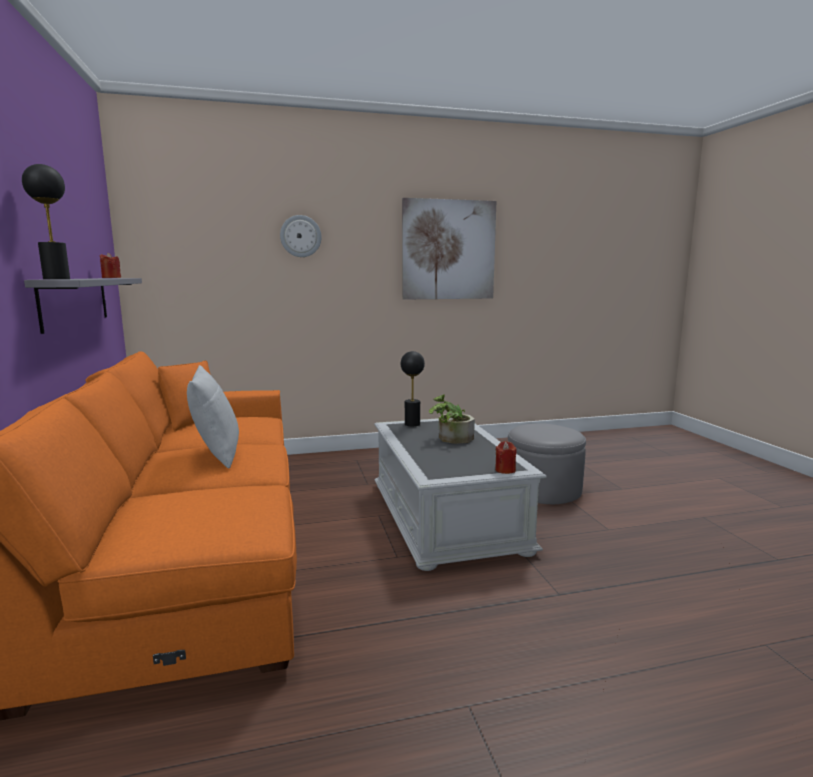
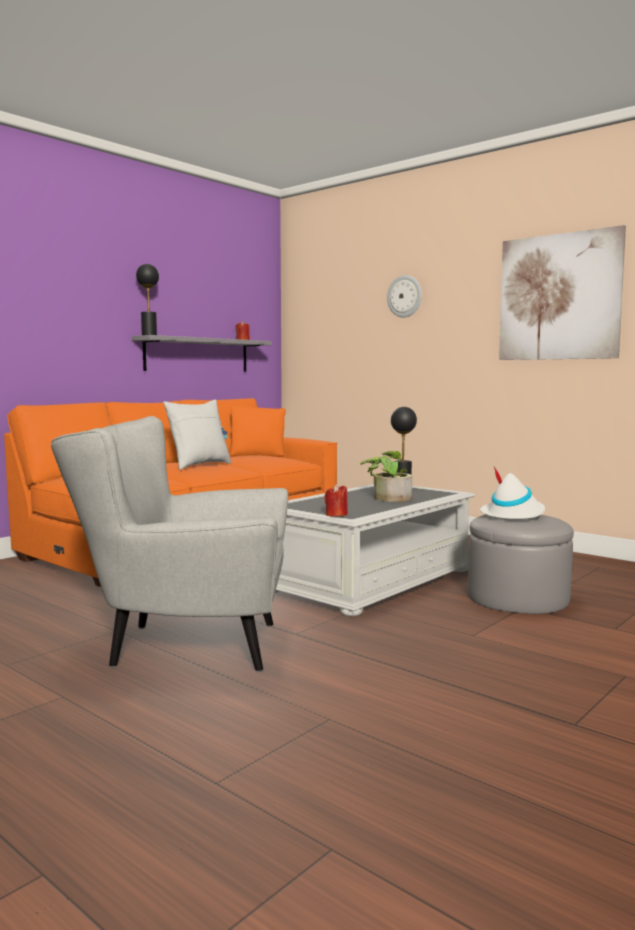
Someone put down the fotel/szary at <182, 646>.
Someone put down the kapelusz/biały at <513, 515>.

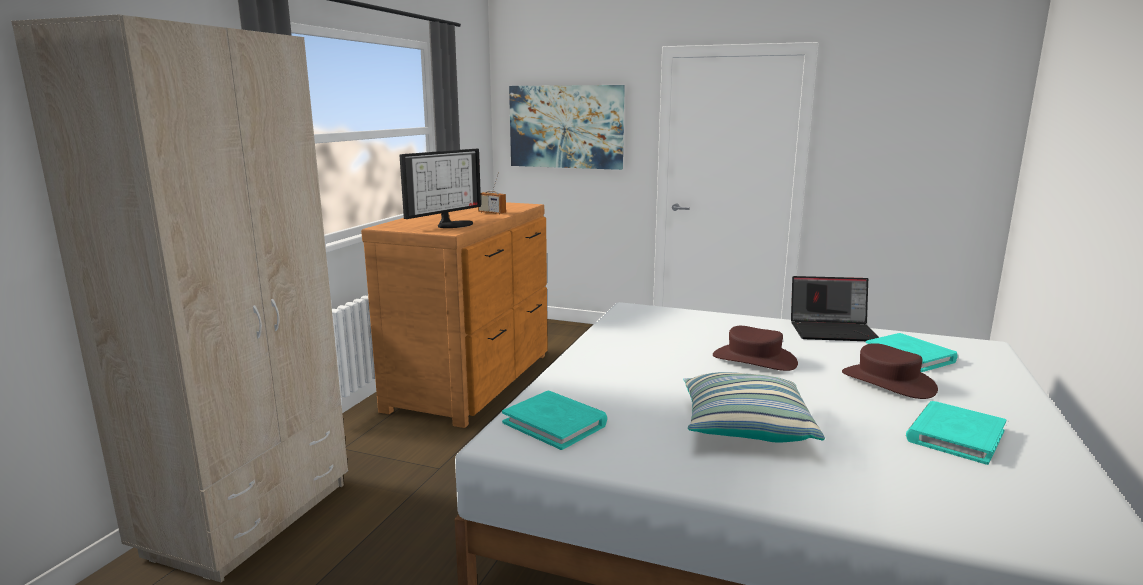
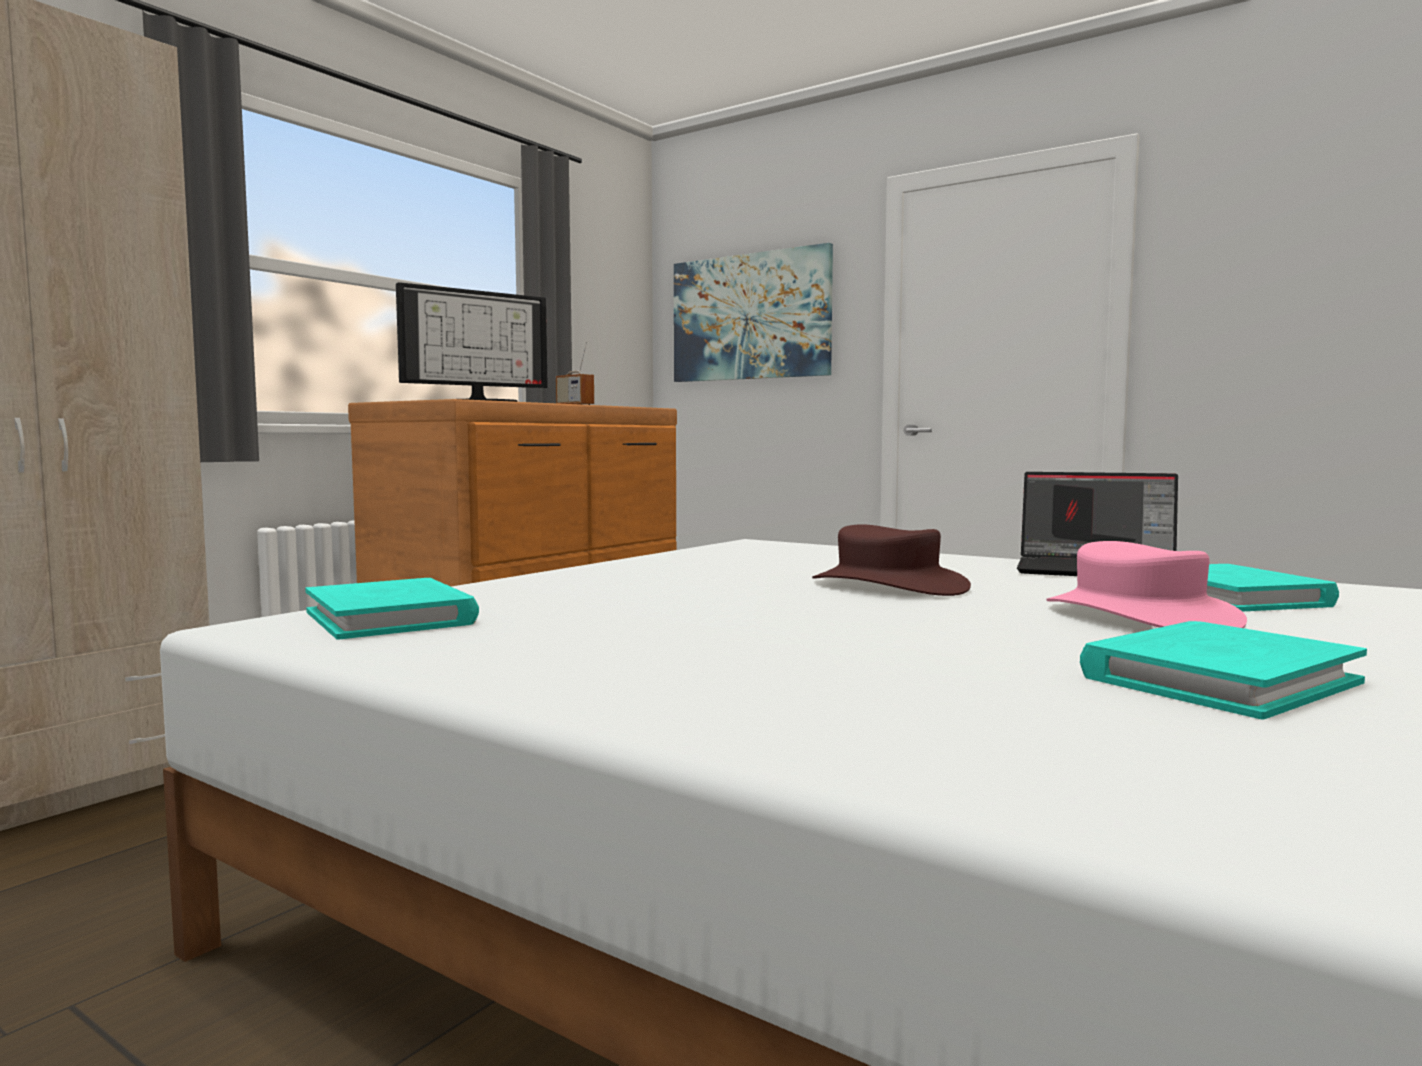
Someone took away the poduszka at <744, 427>.
Someone repainted the kapelusz/brązowy at <887, 382>, which became the kapelusz/różowy at <1138, 616>.

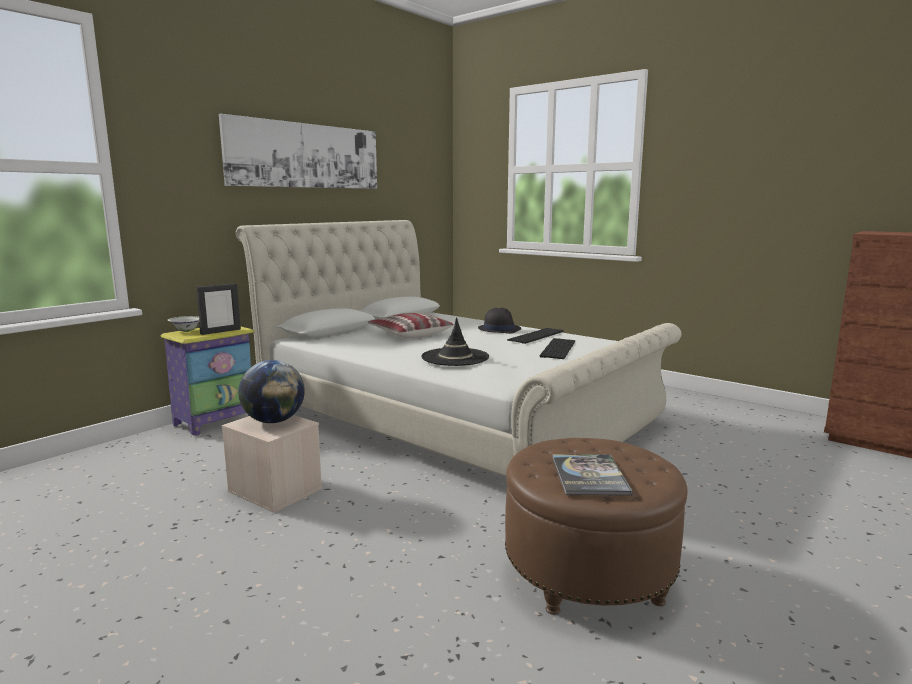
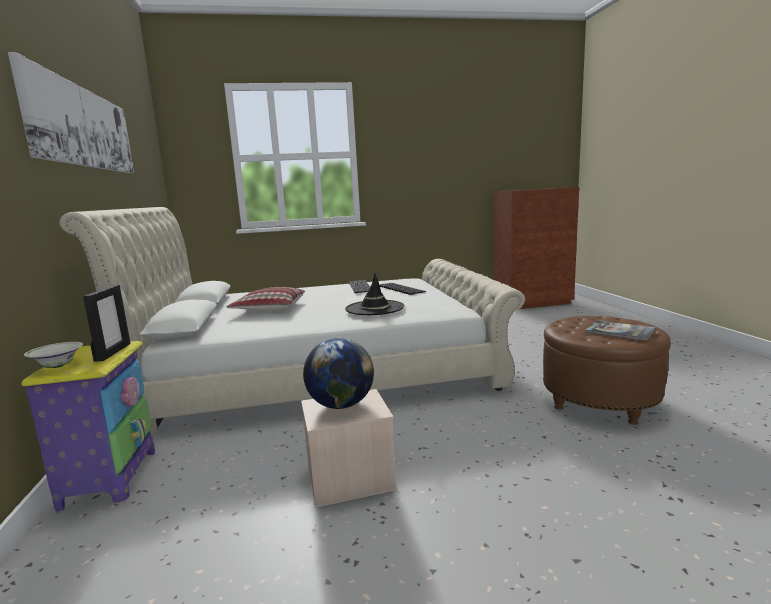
Someone took away the kapelusz/czarny at <499, 329>.

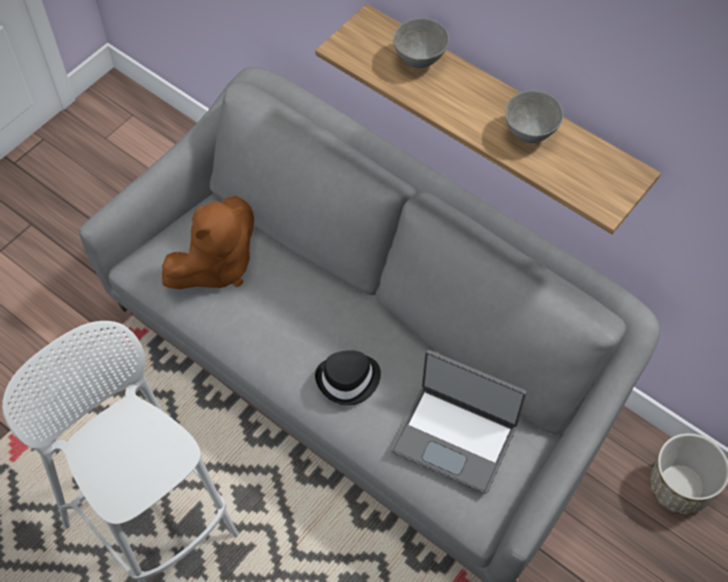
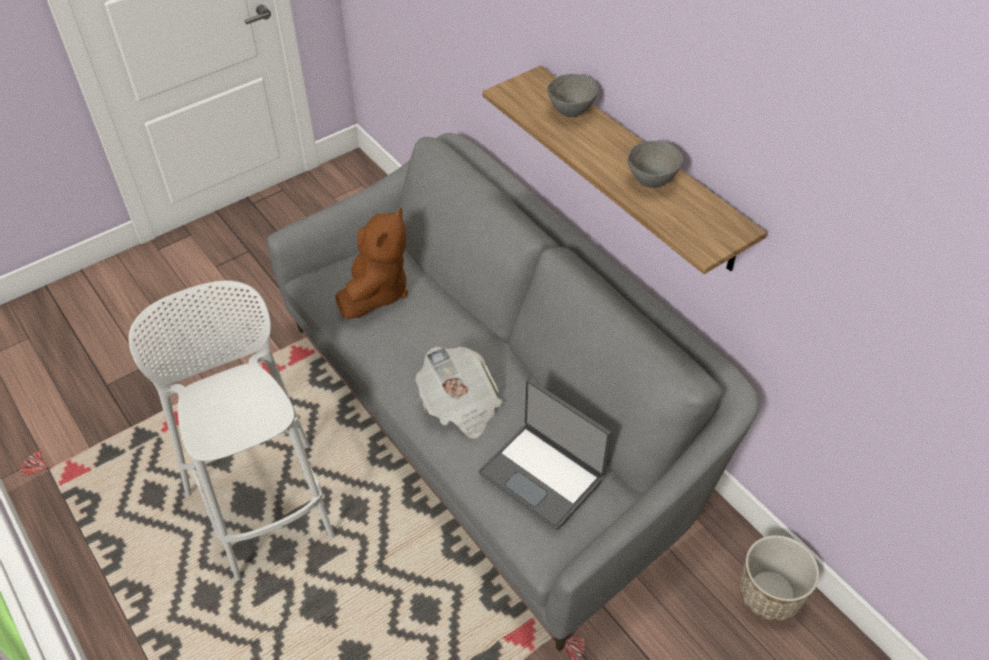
Someone rotated the pluszak/brązowy at <216, 266> by 45 degrees counterclockwise.
Someone swapped the kapelusz/czarny at <348, 380> for the gazeta at <460, 405>.

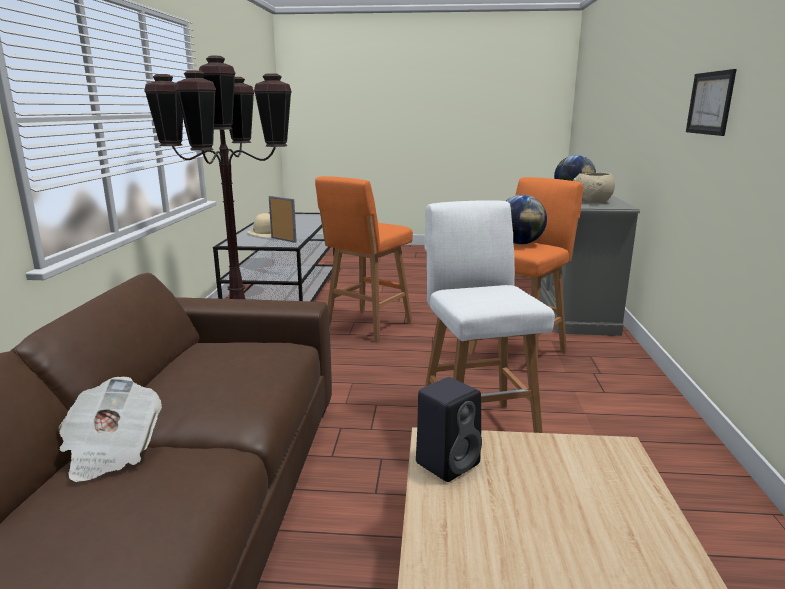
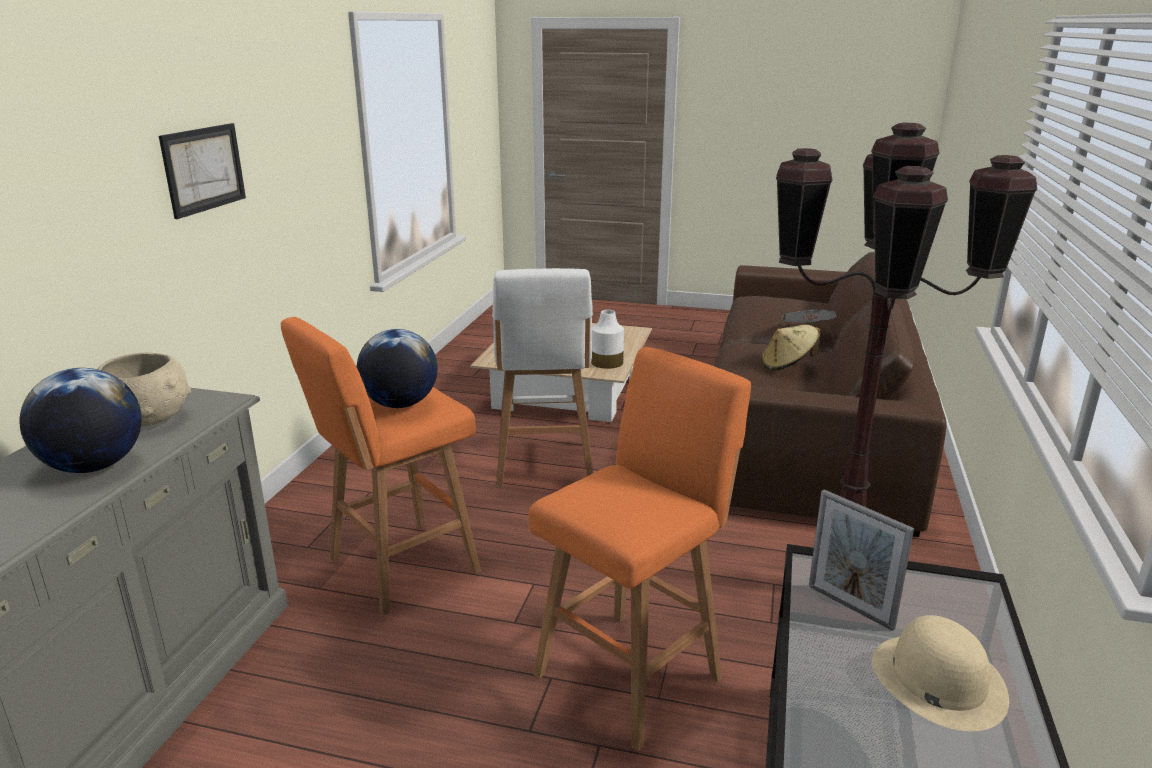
Someone swapped the głośnik/czarny at <448, 462> for the wazon/biały at <607, 362>.
Someone put down the kapelusz/beżowy at <788, 365>.

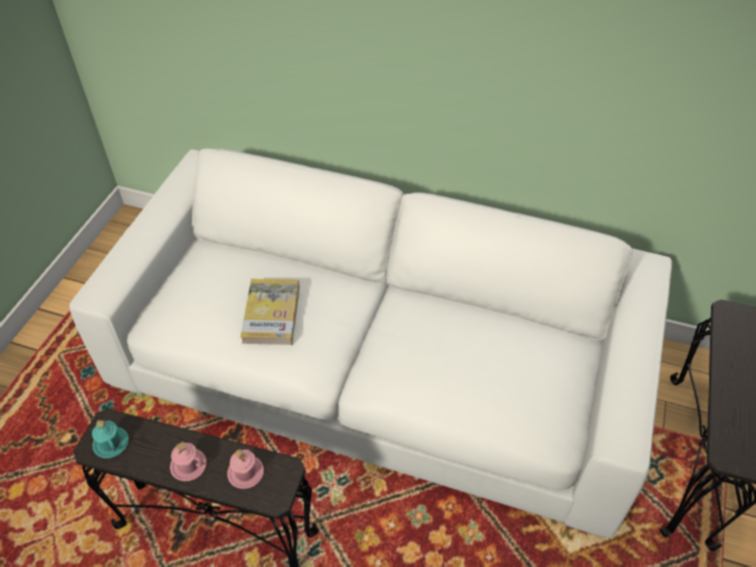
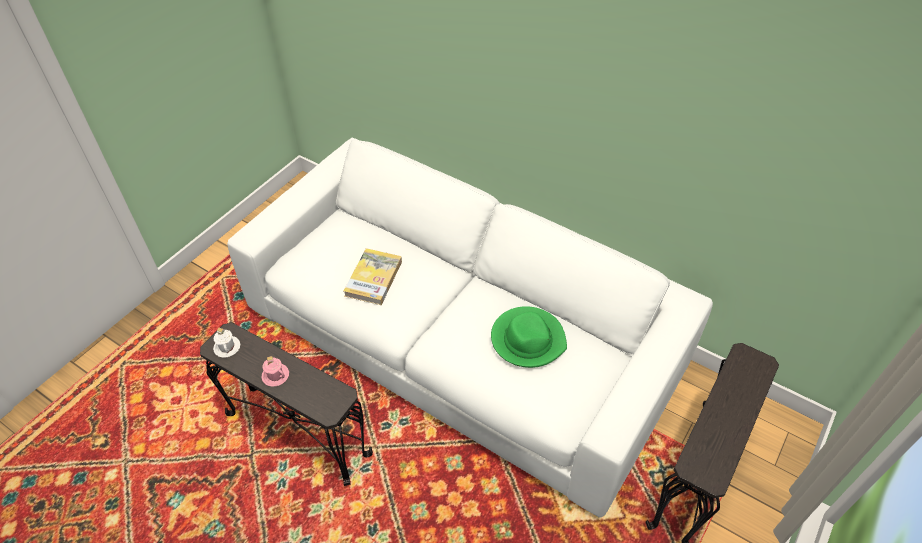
Someone repainted the kubek/turkusowy at <111, 443>, which became the kubek/biały at <227, 347>.
Someone took away the kubek/różowy at <245, 473>.
Someone put down the kapelusz/zielony at <527, 339>.

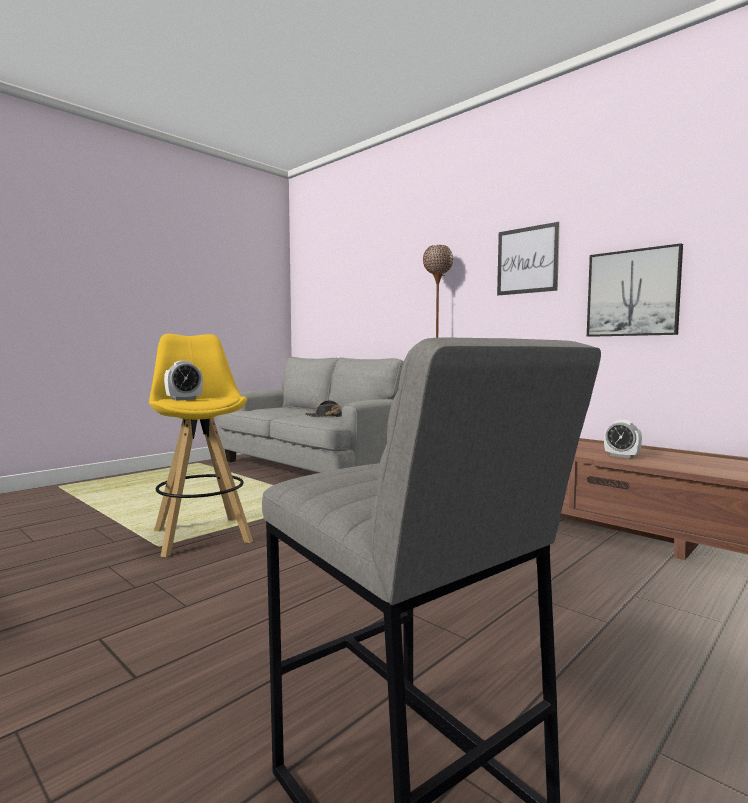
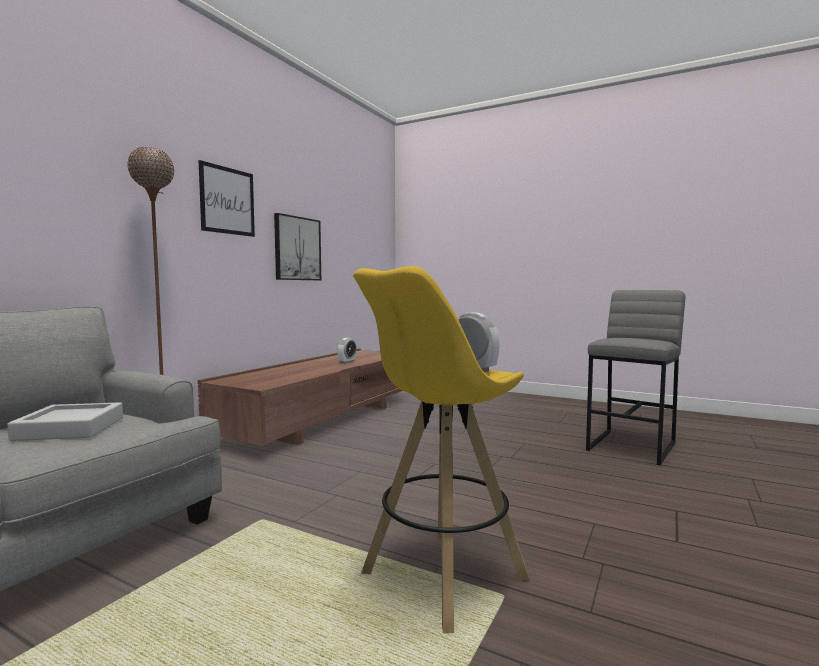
Someone swapped the kapelusz/czarny at <328, 416> for the taca/szary at <70, 428>.

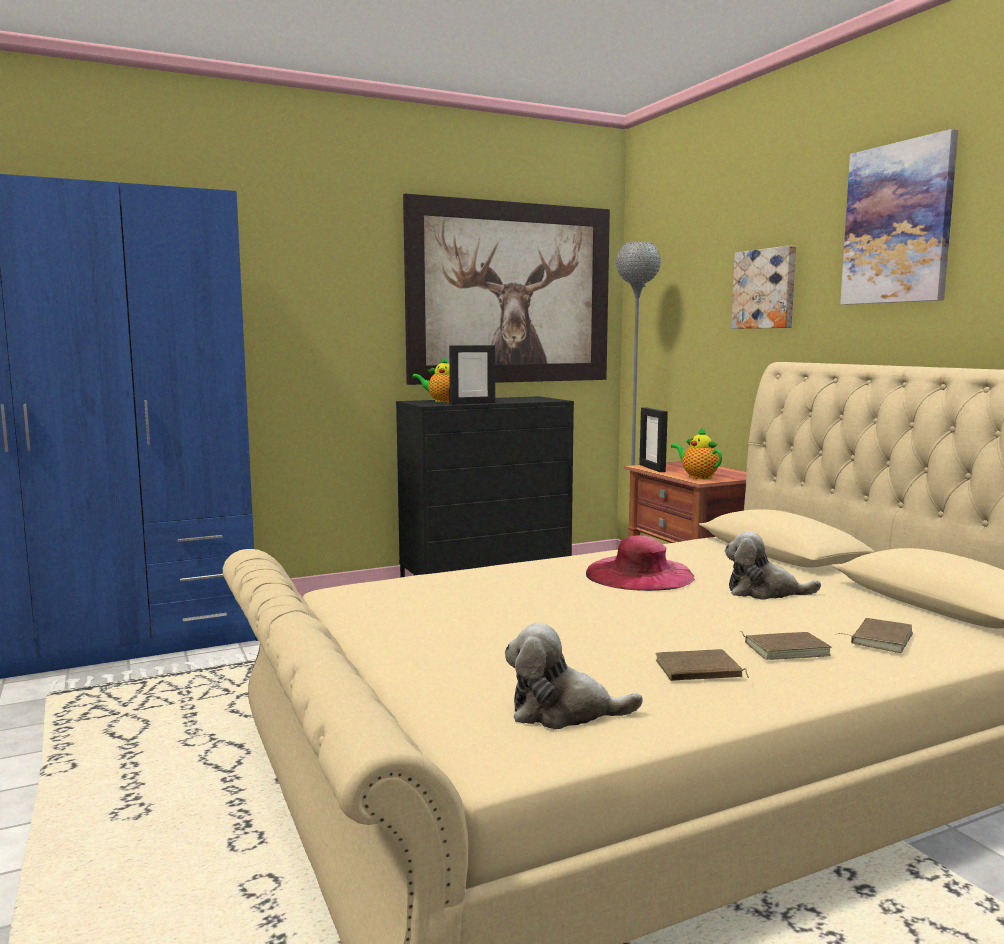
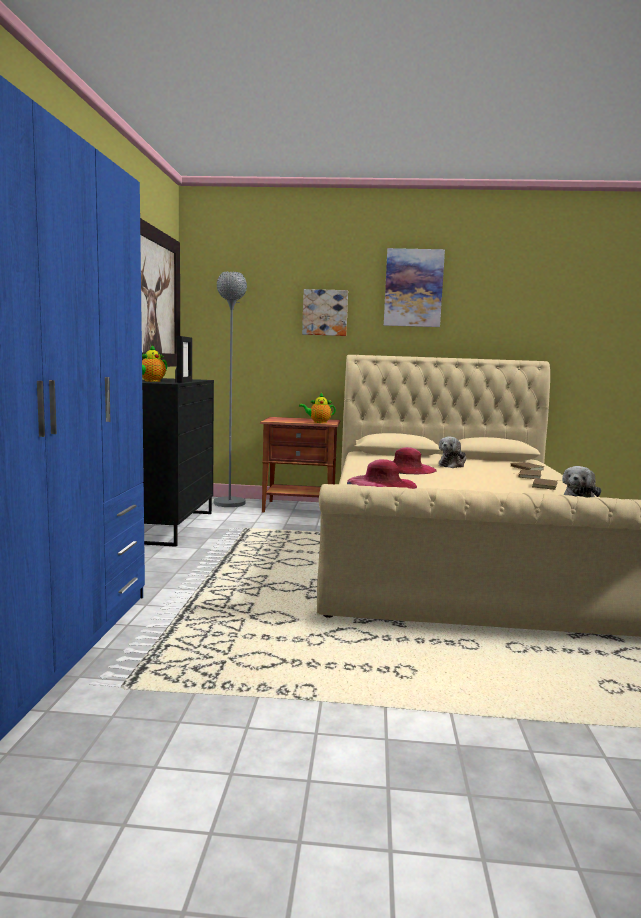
Someone took away the ramka na zdjęcie at <653, 468>.
Someone put down the kapelusz/różowy at <381, 484>.

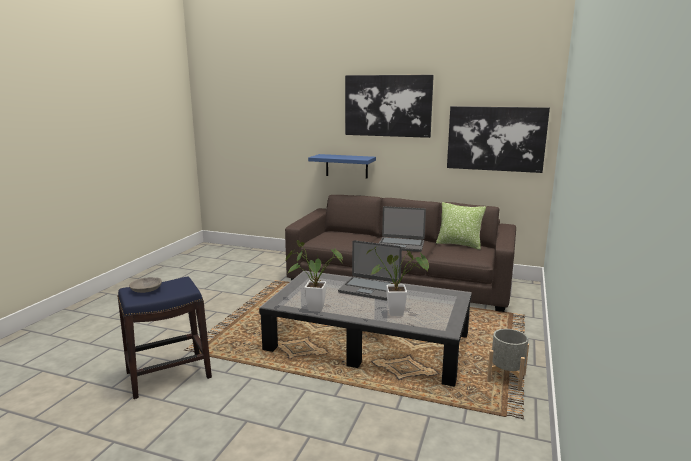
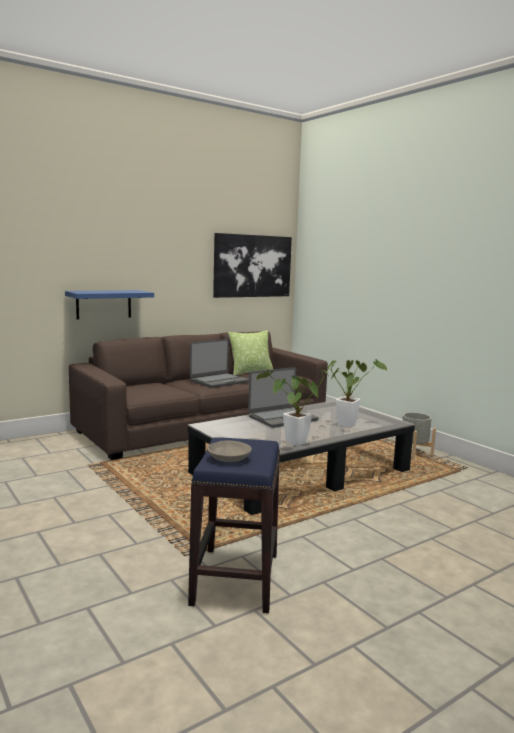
Someone took away the obraz at <388, 106>.

